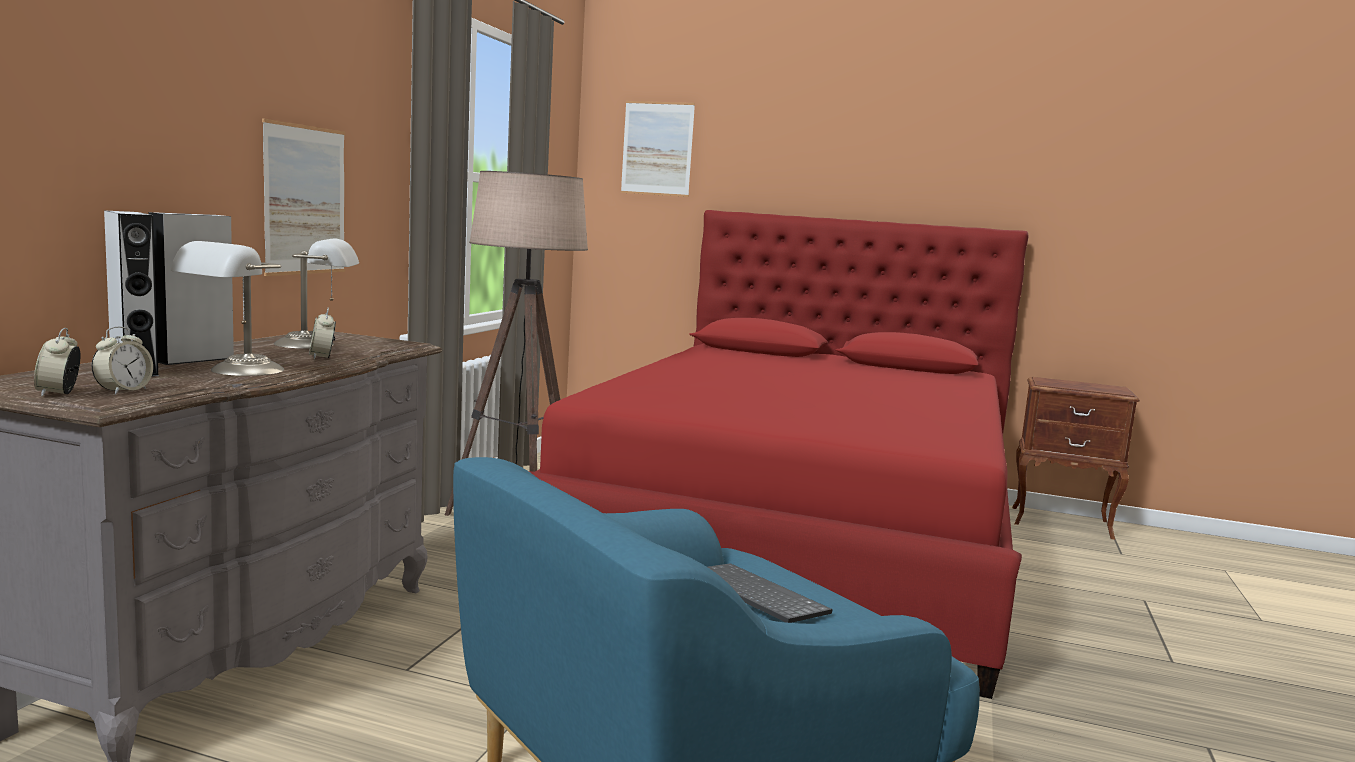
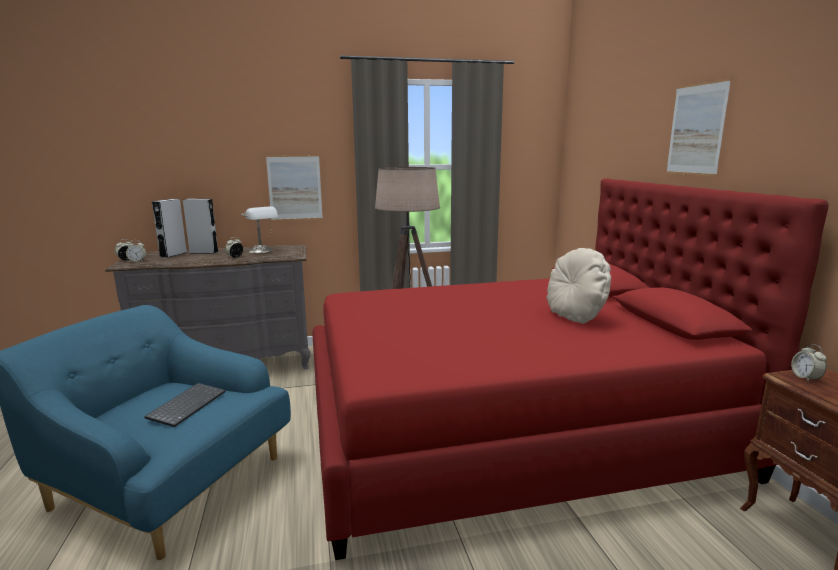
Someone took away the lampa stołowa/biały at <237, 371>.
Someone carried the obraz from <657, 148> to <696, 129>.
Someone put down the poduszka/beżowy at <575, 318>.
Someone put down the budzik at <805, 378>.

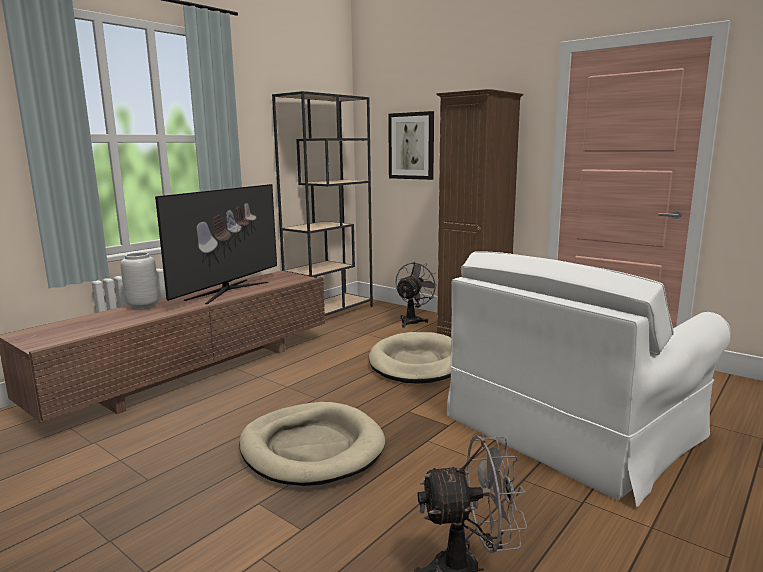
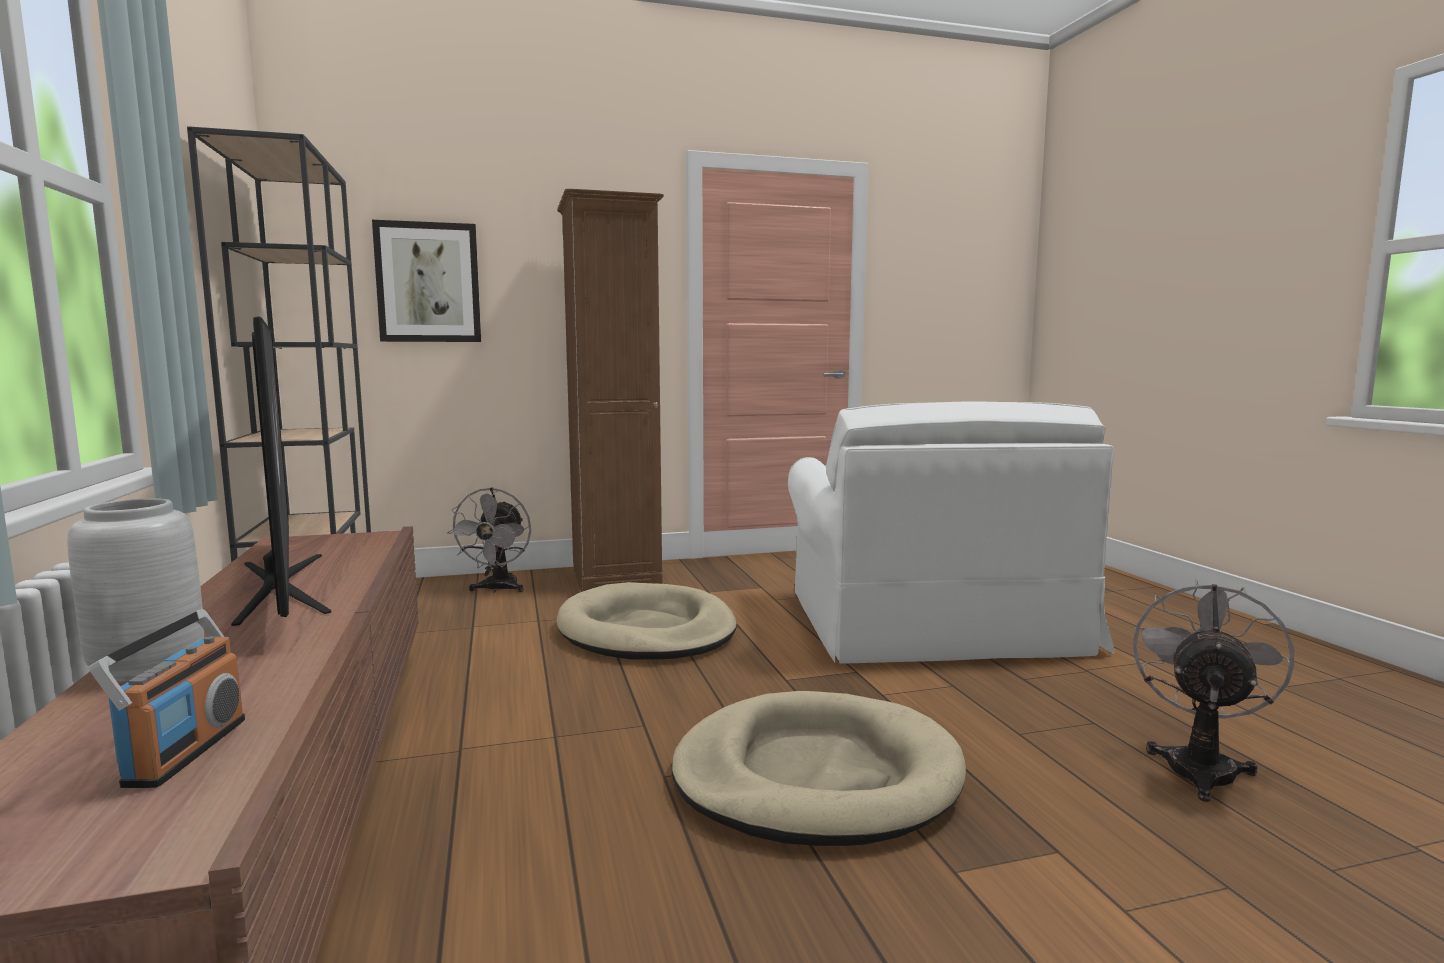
Someone rotated the wentylator/szary at <413, 320> by 150 degrees counterclockwise.
Someone put down the radio at <185, 751>.

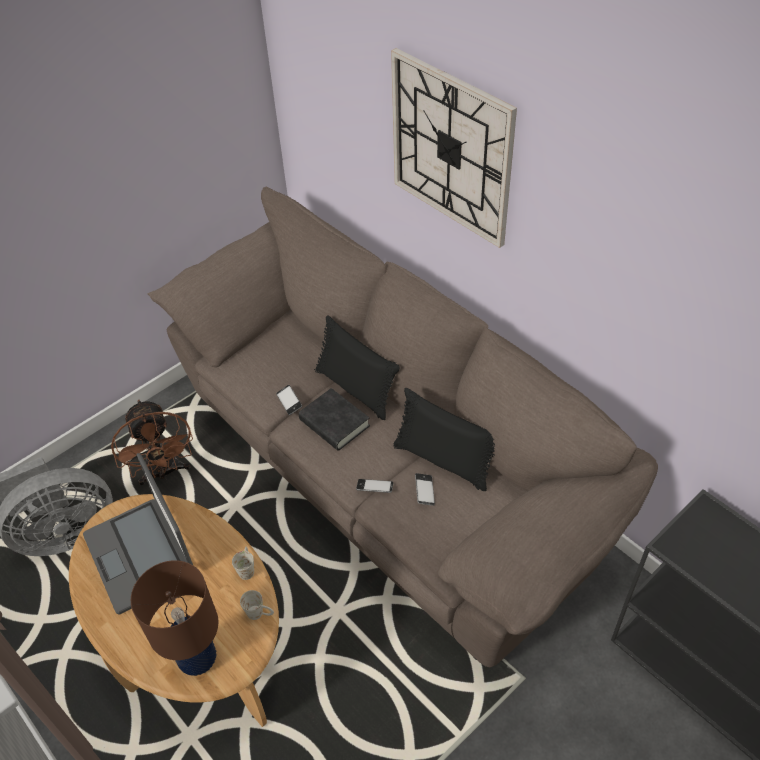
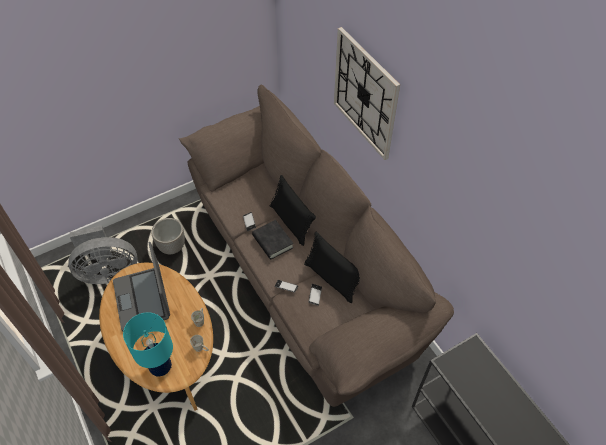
Someone swapped the wentylator/brązowy at <164, 473> for the donica at <172, 247>.
Someone repainted the lampa stołowa/brązowy at <198, 660>, which became the lampa stołowa/turkusowy at <160, 367>.

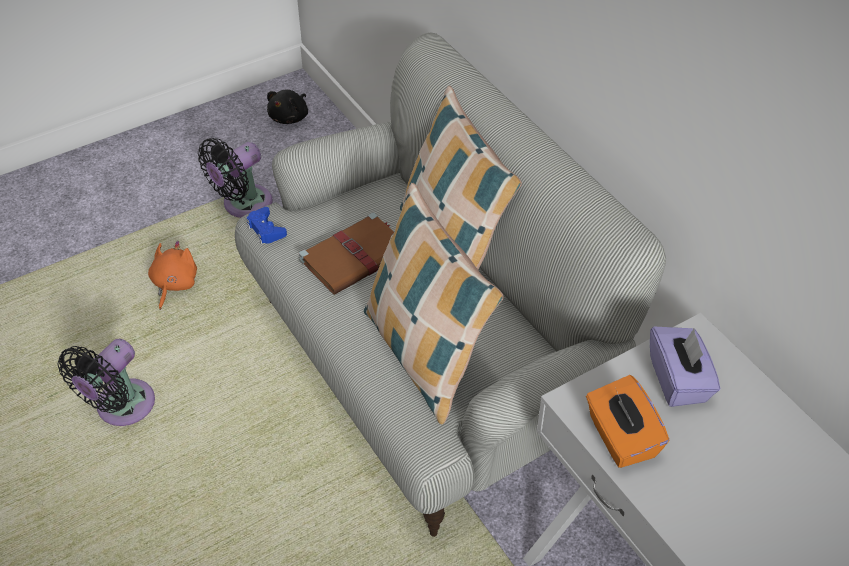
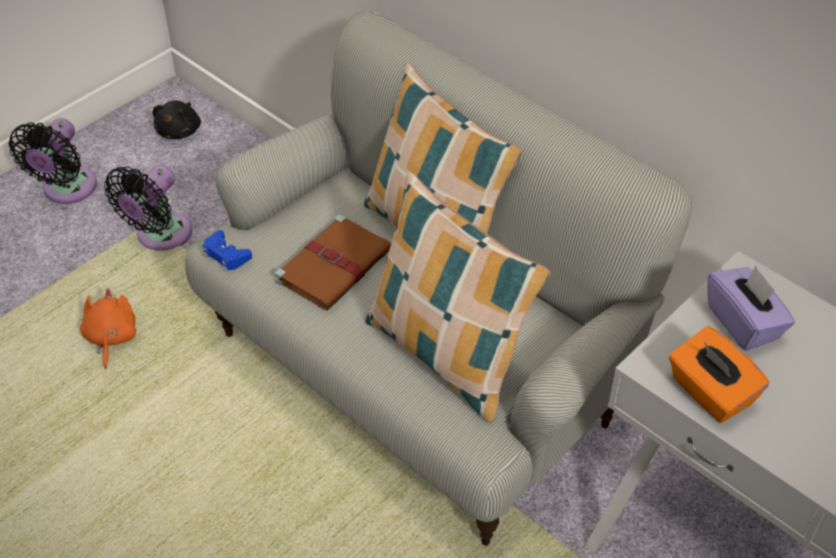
Someone carried the wentylator/czarny from <121, 408> to <67, 190>.

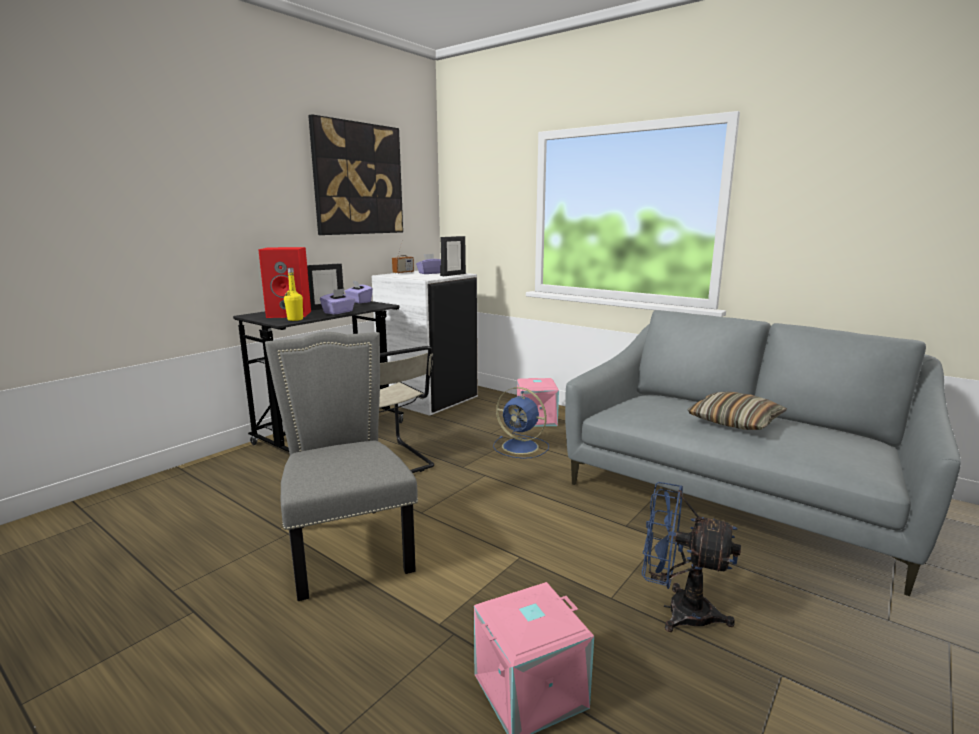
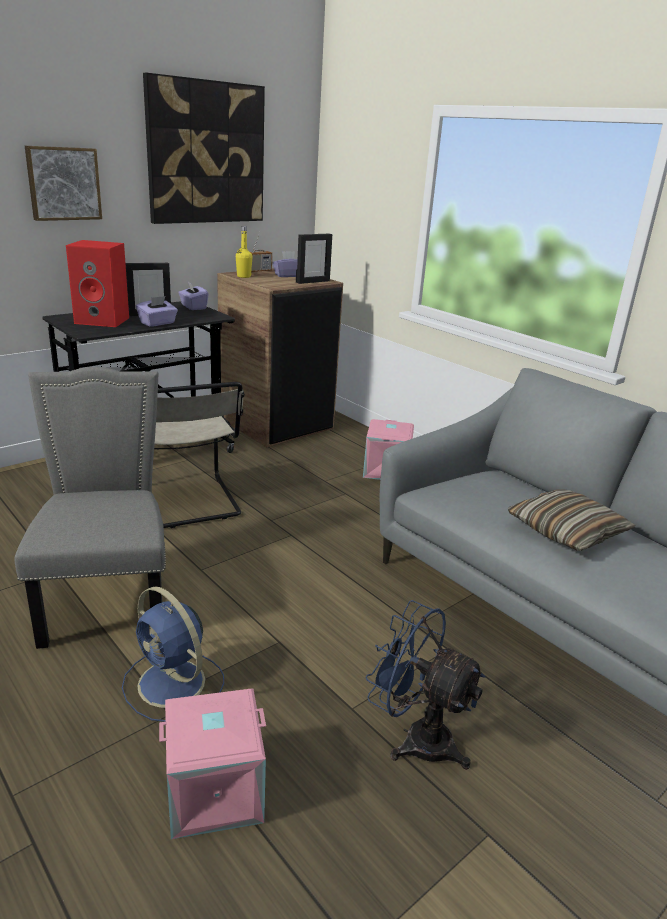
Someone carried the butelka/żółty from <295, 319> to <243, 276>.
Someone repainted the szafka/biały at <429, 398>, which became the szafka/brązowy at <277, 424>.
Someone carried the wentylator/niebieski from <521, 447> to <173, 684>.
Someone put up the obraz at <63, 183>.

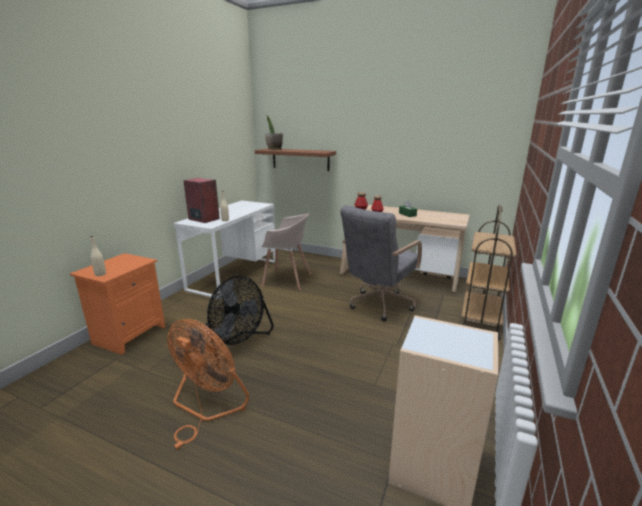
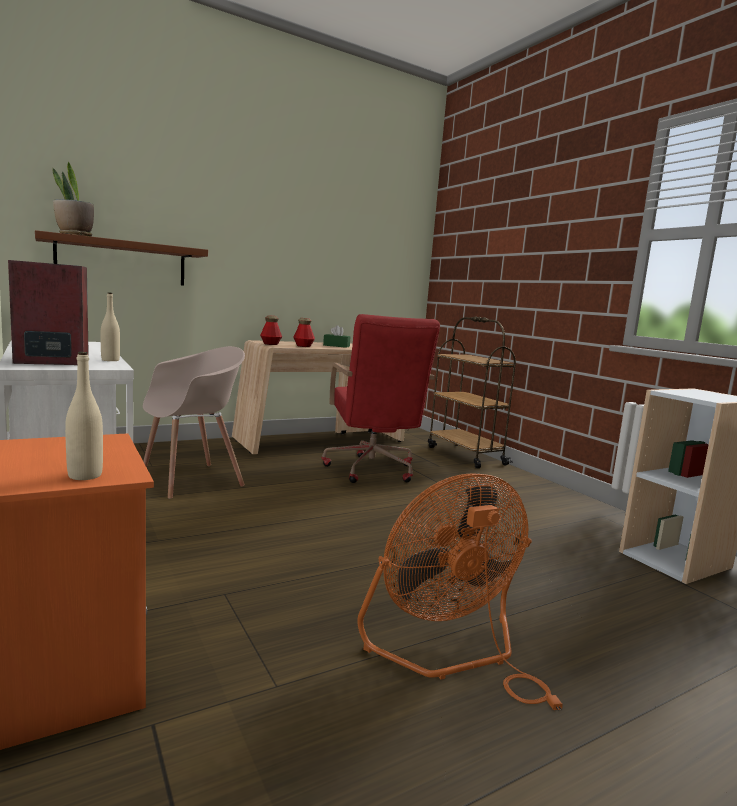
Someone took away the wentylator/czarny at <233, 346>.
Someone repainted the krzesło biurowe/szary at <379, 306>, which became the krzesło biurowe/czerwony at <372, 472>.

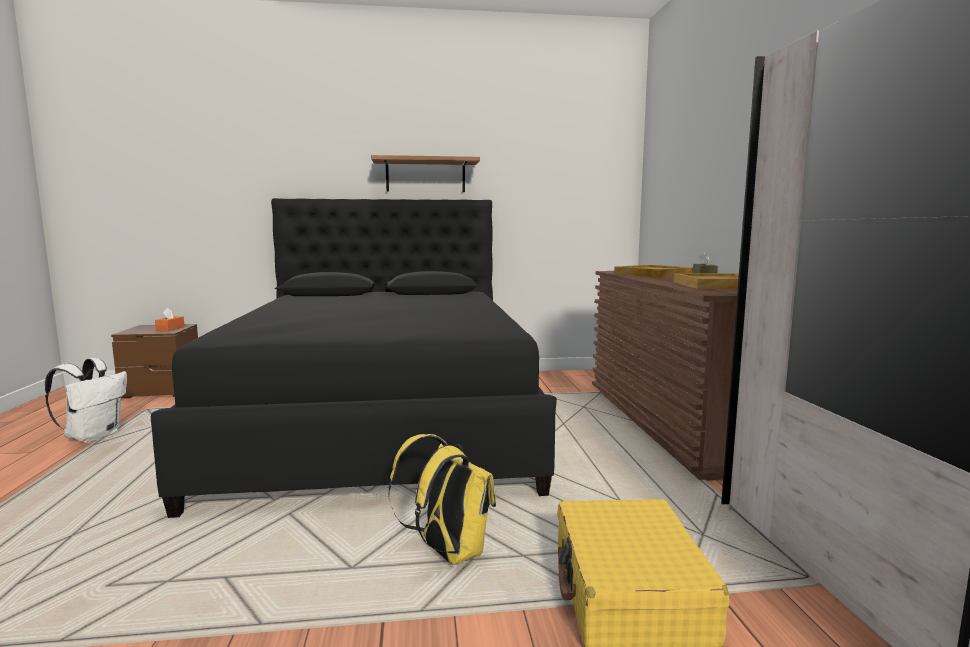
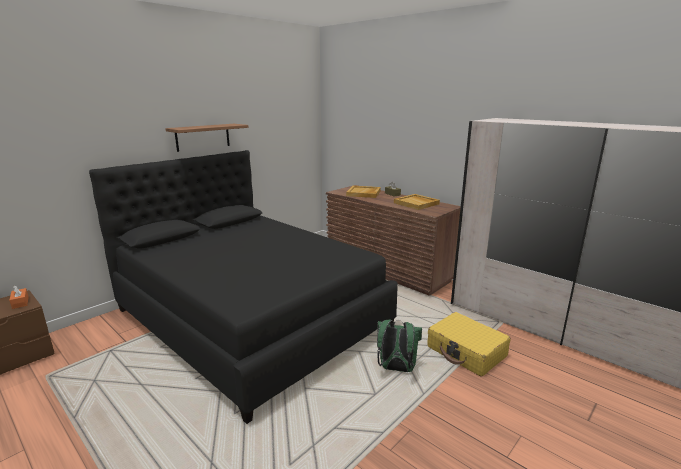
Someone took away the plecak/biały at <93, 436>.
Someone repainted the plecak/żółty at <447, 552>, which became the plecak/zielony at <396, 368>.

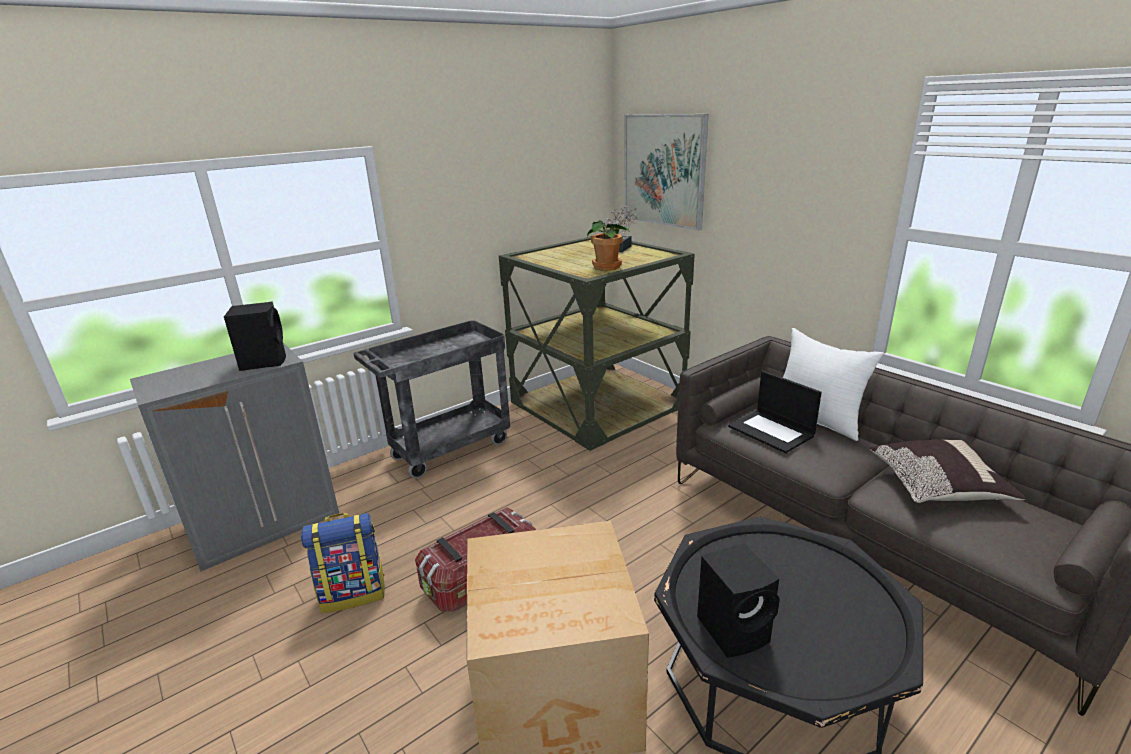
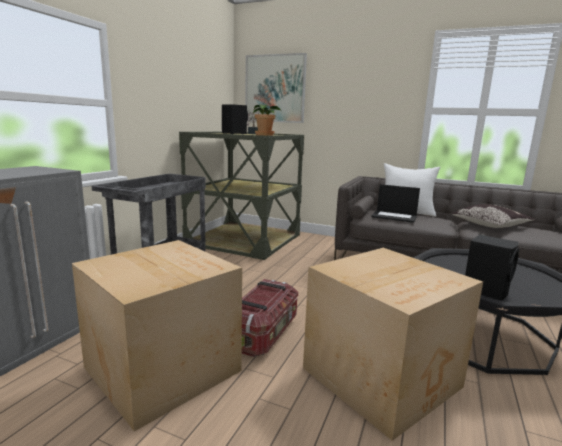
Someone carried the głośnik/czarny from <264, 361> to <234, 133>.
Someone swapped the plecak at <354, 593> for the karton at <163, 367>.

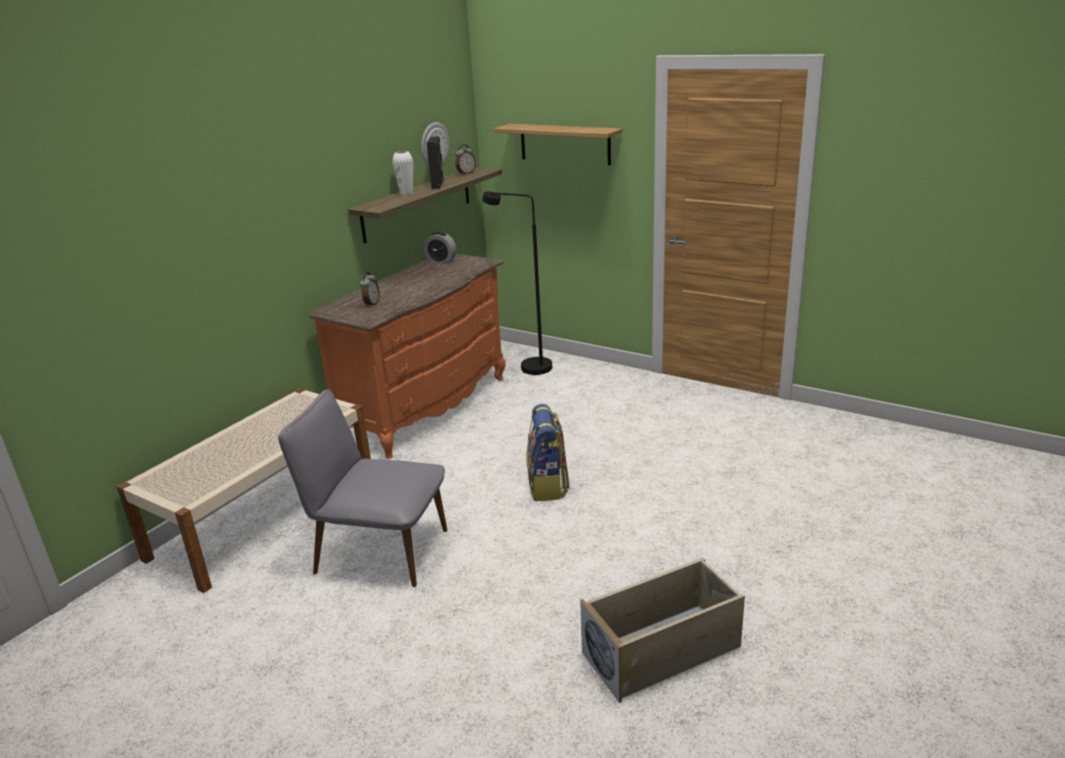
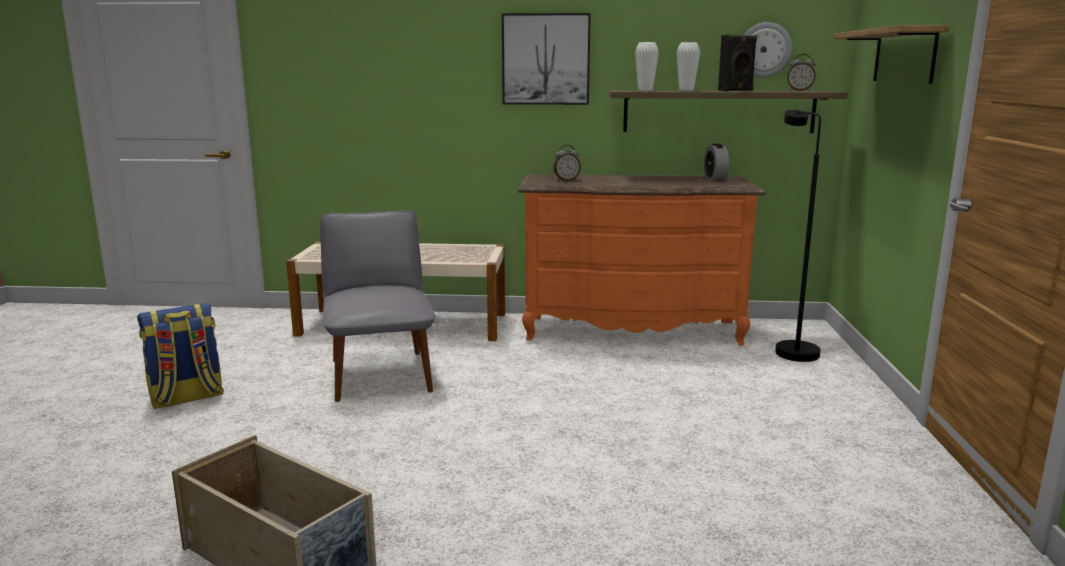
Someone carried the plecak from <548, 486> to <186, 398>.
Someone put up the obraz at <546, 59>.
Someone put down the wazon/biały at <645, 90>.

